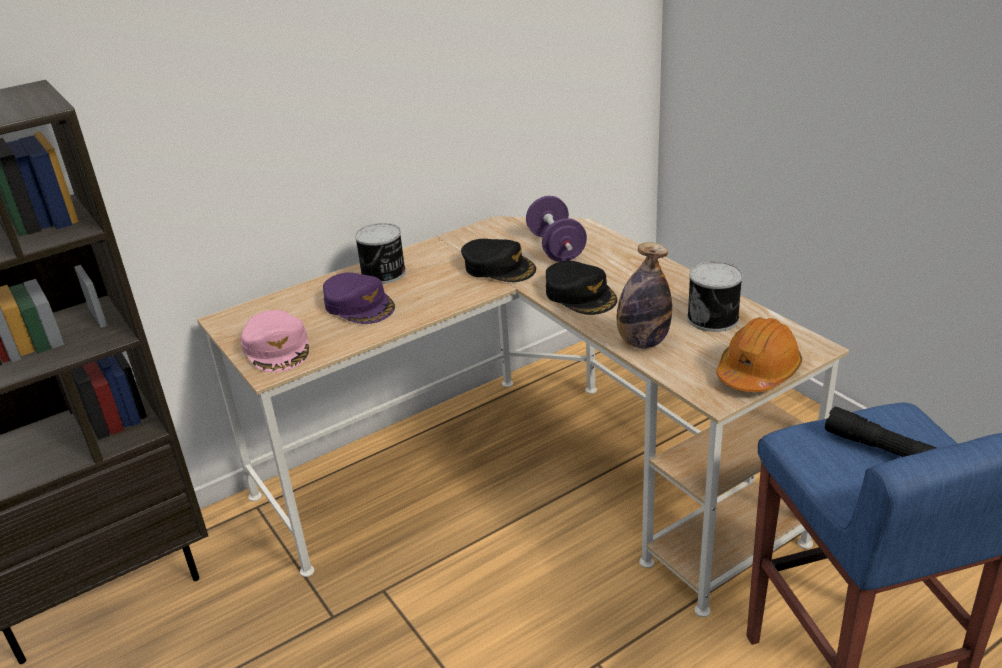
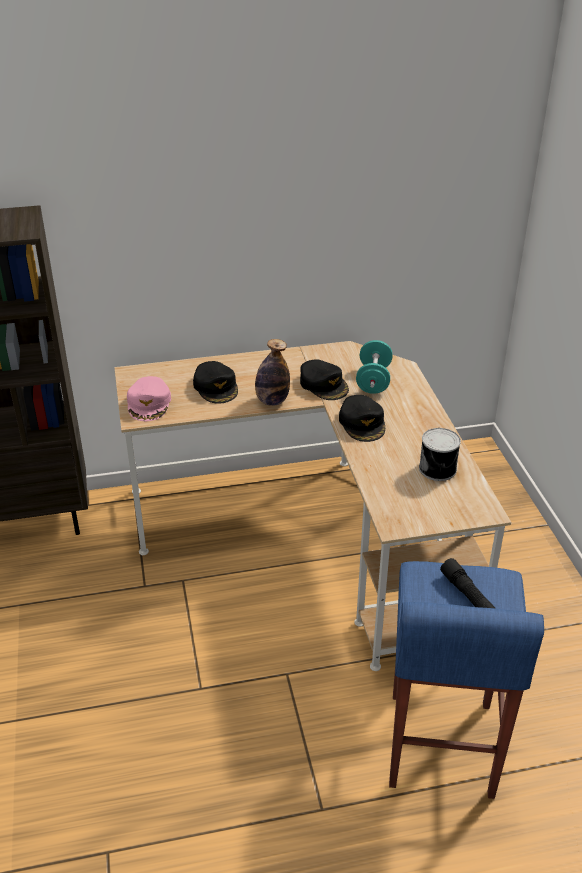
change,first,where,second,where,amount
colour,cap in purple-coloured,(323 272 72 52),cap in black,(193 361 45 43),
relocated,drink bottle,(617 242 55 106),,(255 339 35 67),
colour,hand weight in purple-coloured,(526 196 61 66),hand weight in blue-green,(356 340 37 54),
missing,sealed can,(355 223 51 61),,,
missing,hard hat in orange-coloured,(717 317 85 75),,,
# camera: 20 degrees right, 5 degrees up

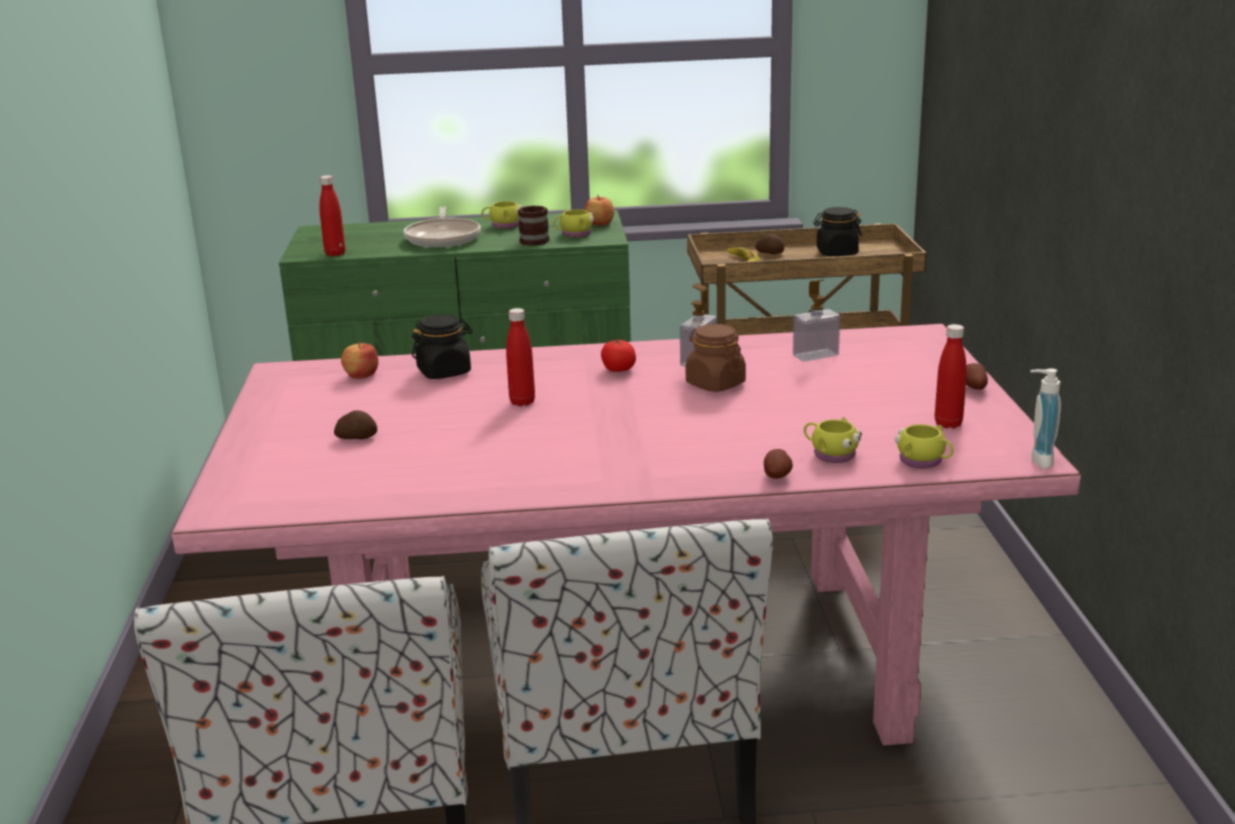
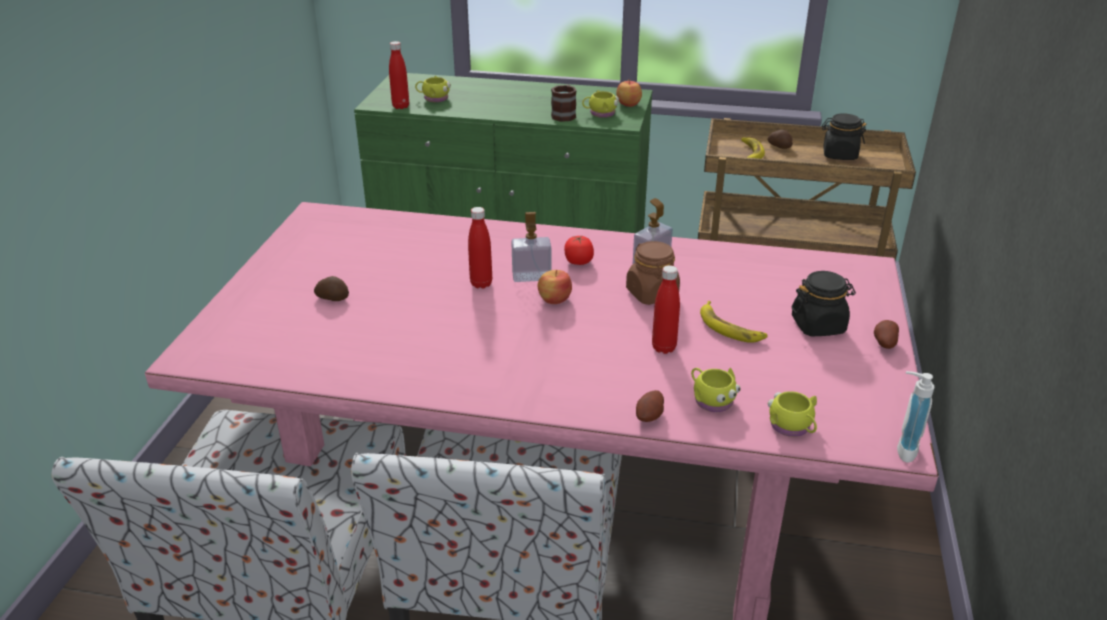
change,first,where,second,where,amount
relocated,coffee mug in yellow,(481 201 41 28),,(415 76 36 26),
relocated,liquid soap bottle,(793 280 47 82),,(511 212 40 70),
relocated,apple fruit,(341 341 37 38),,(538 270 34 34),
relocated,drink bottle in reddish,(935 324 32 104),,(652 265 28 89),
appeared,,,banana fruit,(700 301 68 42),
relocated,preserve jar in black,(412 314 60 65),,(792 271 64 65),
missing,frying pan,(403 207 78 40),,,
# camera: 15 degrees right, 10 degrees up

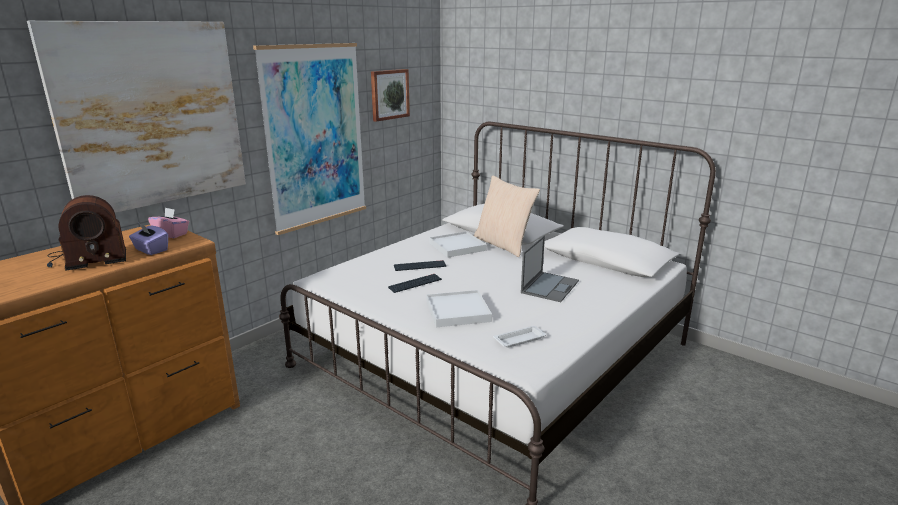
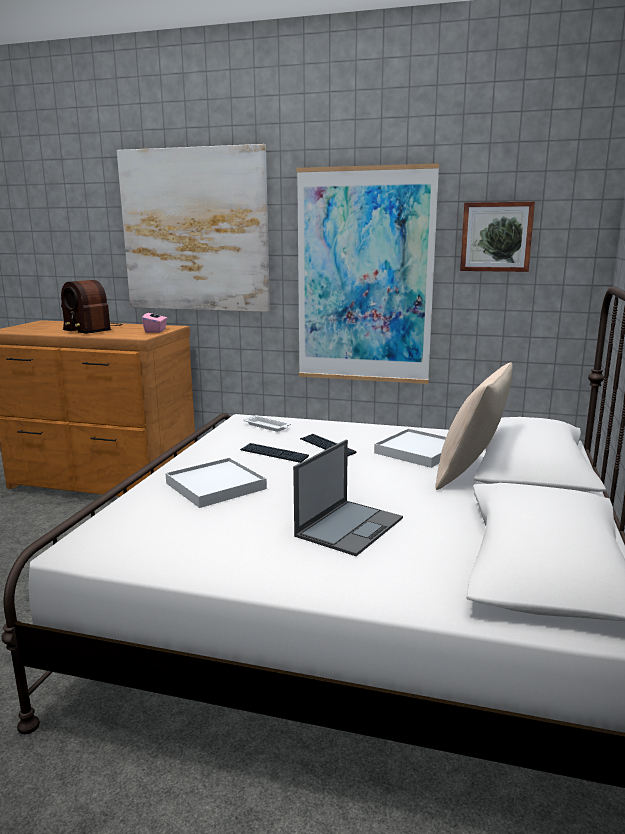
change,first,where,second,where,amount
relocated,carrying tray in white-coloured,(493 326 53 22),,(244 415 47 17),
spun,notebook computer,(521 235 58 67),,(293 440 110 116),60 degrees counterclockwise
missing,box of tissues in purple-coloured,(129 224 39 31),,,
# camera: 65 degrees right, 5 degrees down

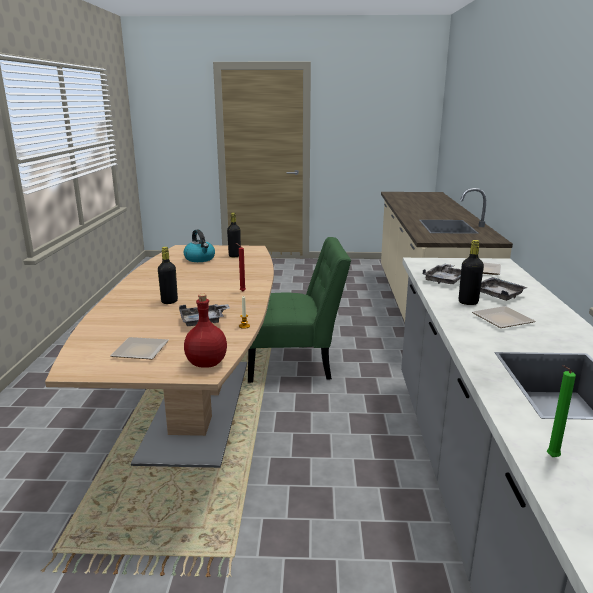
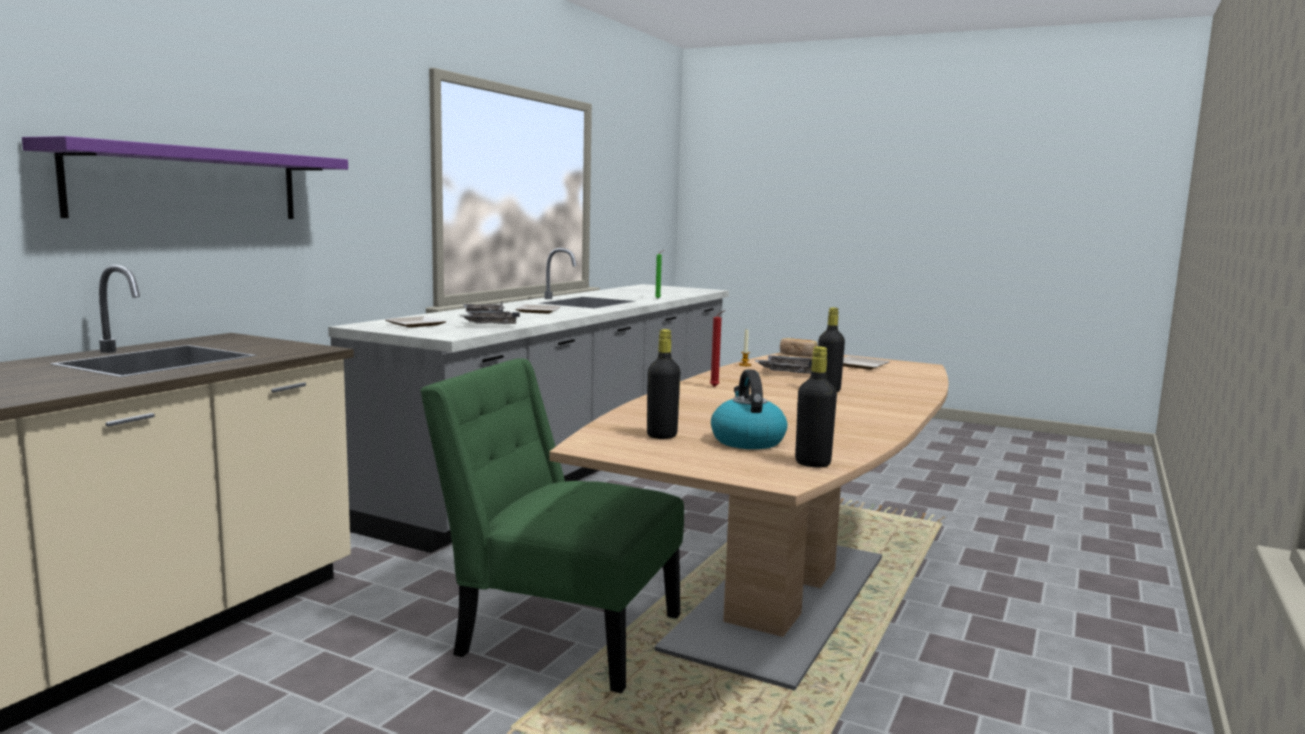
change,first,where,second,where,amount
appeared,,,bracket shelf in purple-coloured,(22 136 326 83),
exchanged,drink bottle in reddish,(184 294 43 74),bakery bread,(780 338 38 19),
relocated,drink bottle in black,(459 240 25 65),,(795 346 42 121),
# camera: 155 degrees left, 10 degrees down

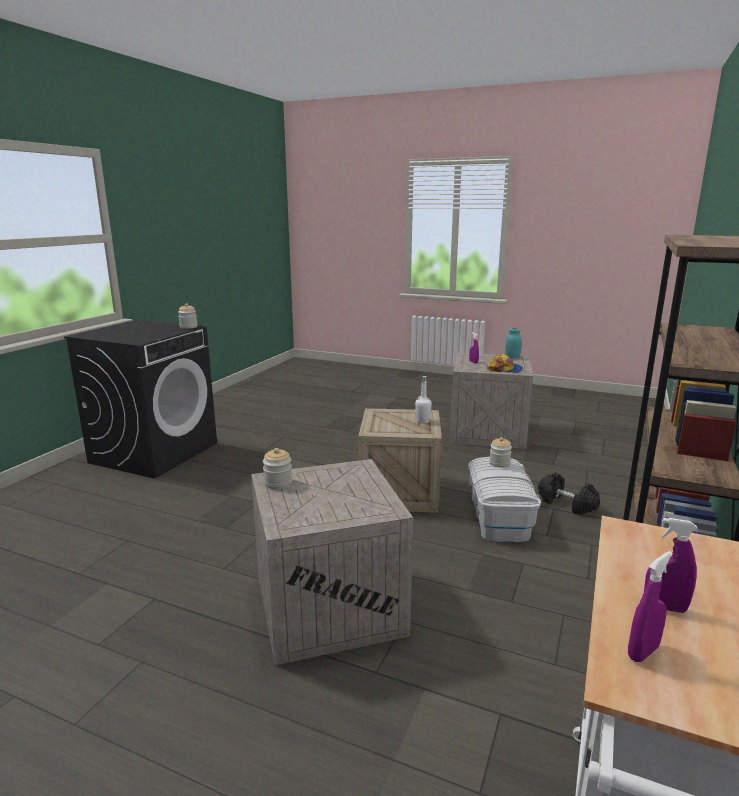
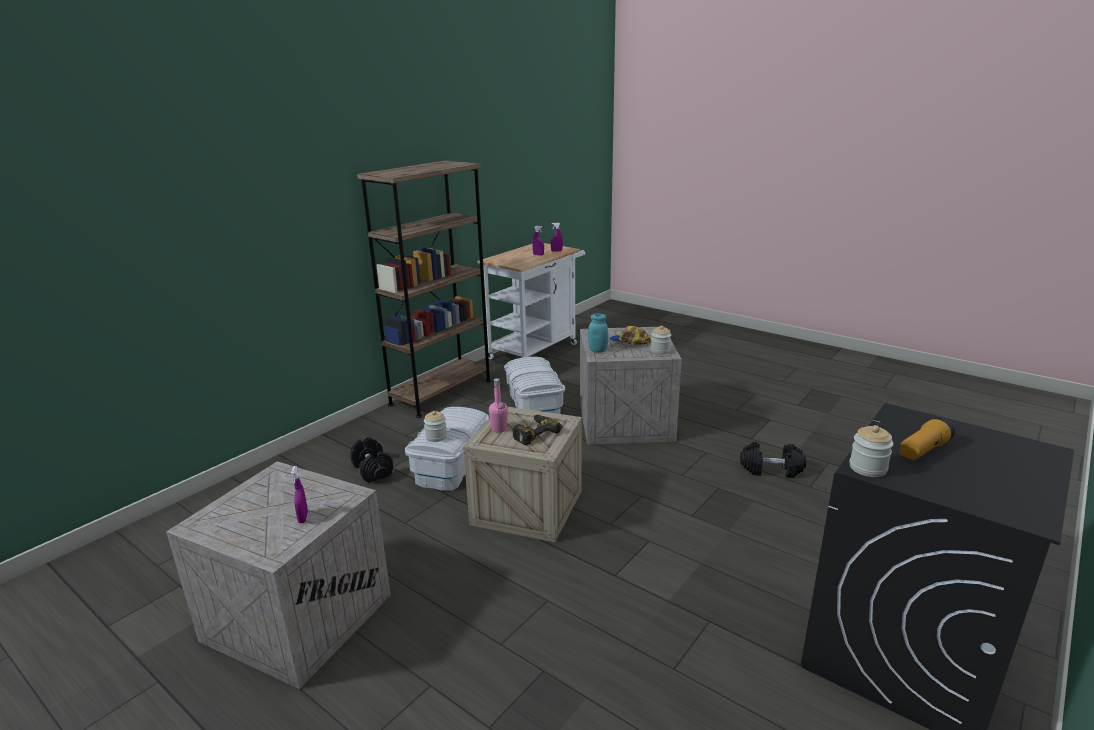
change,first,where,second,where,amount
colour,drink bottle in white-coloured,(415 376 17 48),drink bottle in pink,(489 378 19 54),
appeared,,,storage bin in white-coloured,(504 357 61 57),
appeared,,,power drill,(513 415 49 30),
relocated,preserve jar in blue-green,(505 328 17 31),,(588 314 20 39),
relocated,cap,(487 354 36 19),,(609 326 42 19),
appeared,,,hand weight in black,(740 442 66 36),
appeared,,,torch,(899 417 56 43),
# camera: 165 degrees left, 5 degrees up

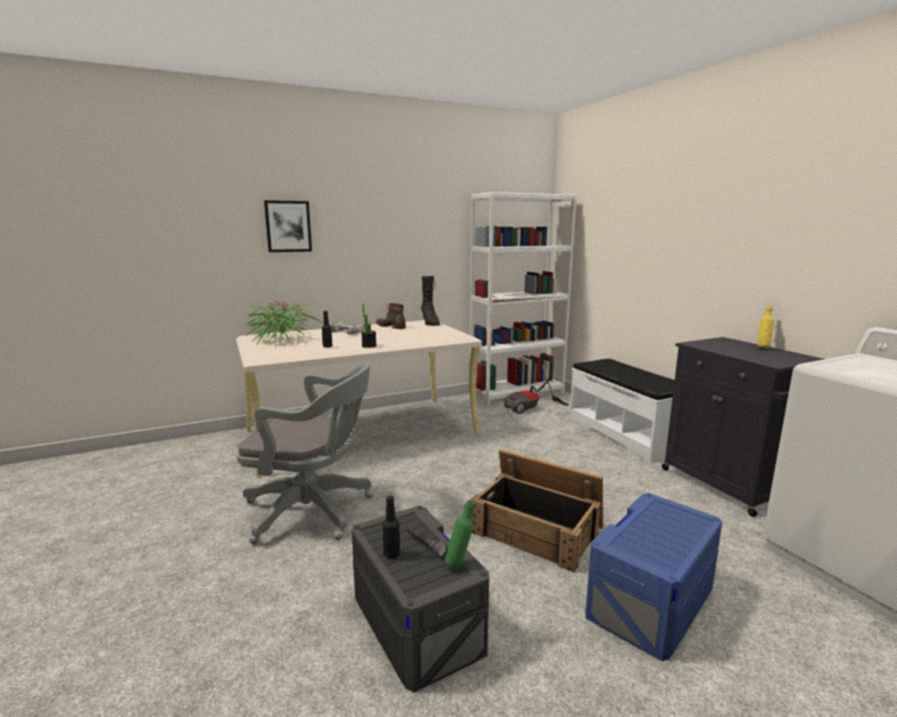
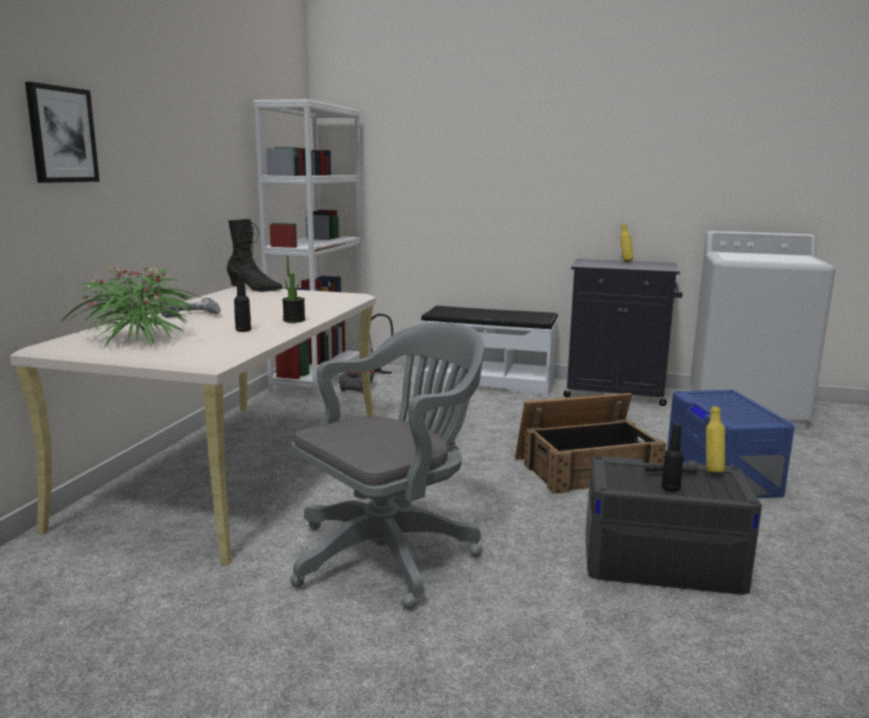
change,first,where,second,where,amount
colour,drink bottle in green-coloured,(445 500 30 69),drink bottle in yellow,(706 406 19 67),
missing,high-top boot,(376 303 30 26),,,
# camera: 50 degrees left, 0 degrees up

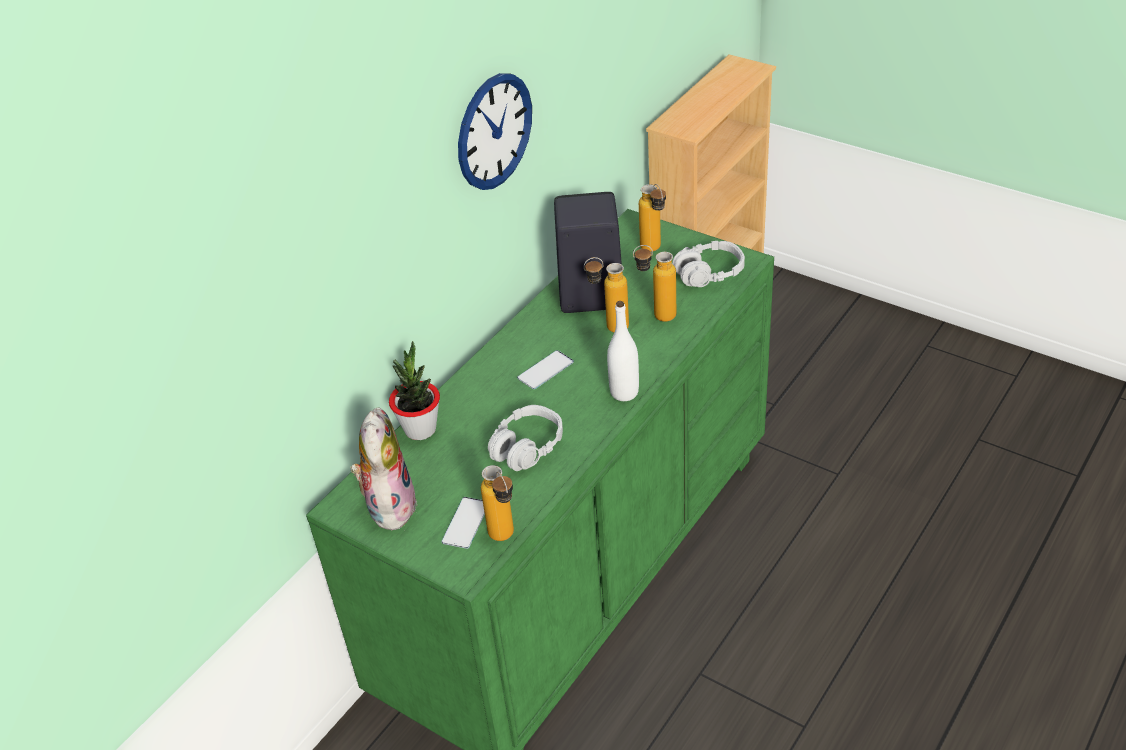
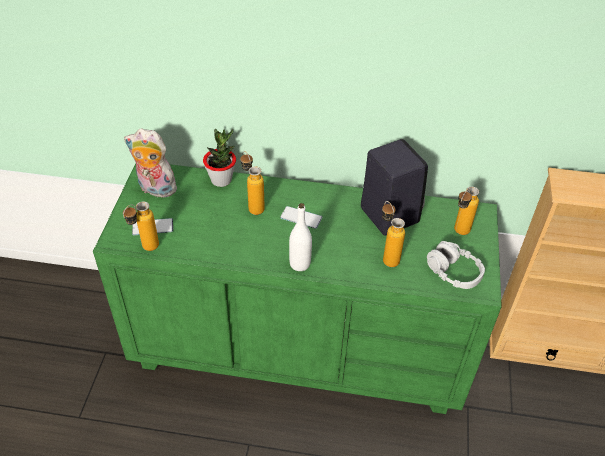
change,first,where,second,where,amount
spun,soft toy,(351 407 66 123),,(124 128 53 69),135 degrees counterclockwise
relocated,drink bottle,(584 257 45 75),,(240 151 25 64),
missing,wall clock,(458 73 74 117),,,
missing,headphones in gray,(488 405 75 66),,,
# camera: 60 degrees right, 5 degrees up

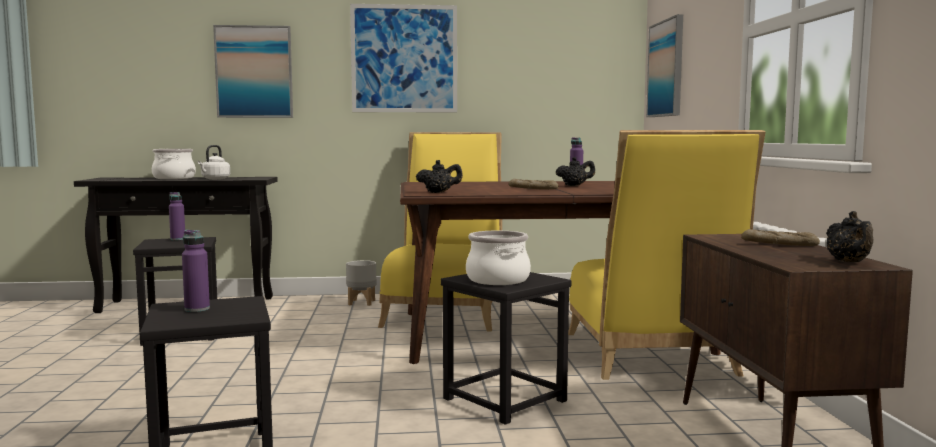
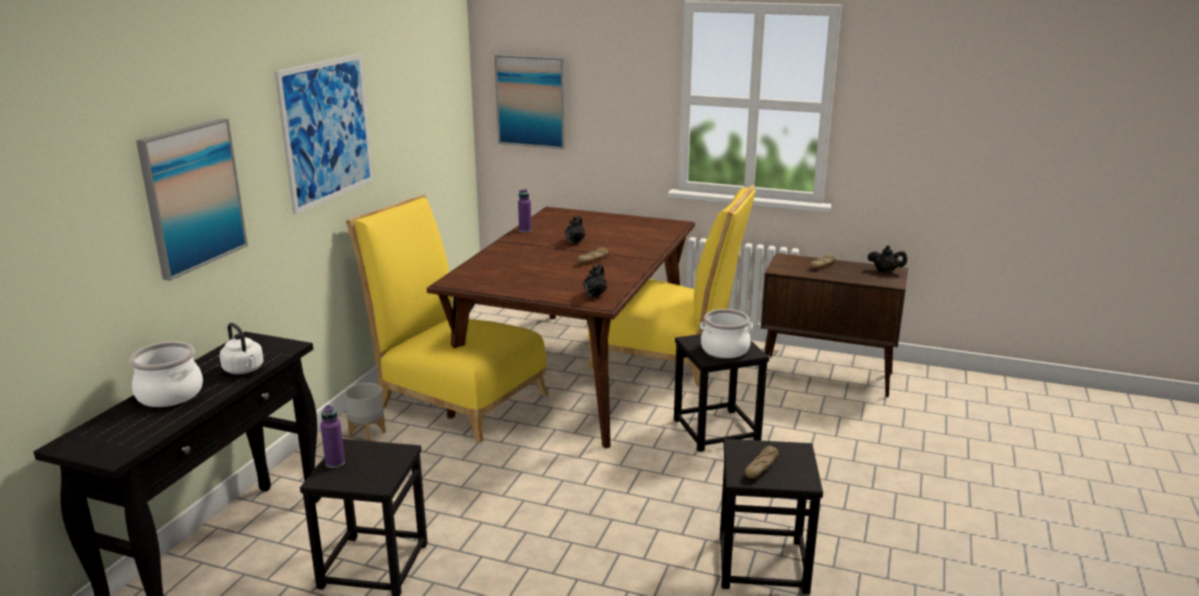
change,first,where,second,where,amount
exchanged,drink bottle in purple-coloured,(182 230 28 82),bakery bread,(745 446 33 33),
# camera: 65 degrees left, 15 degrees up

